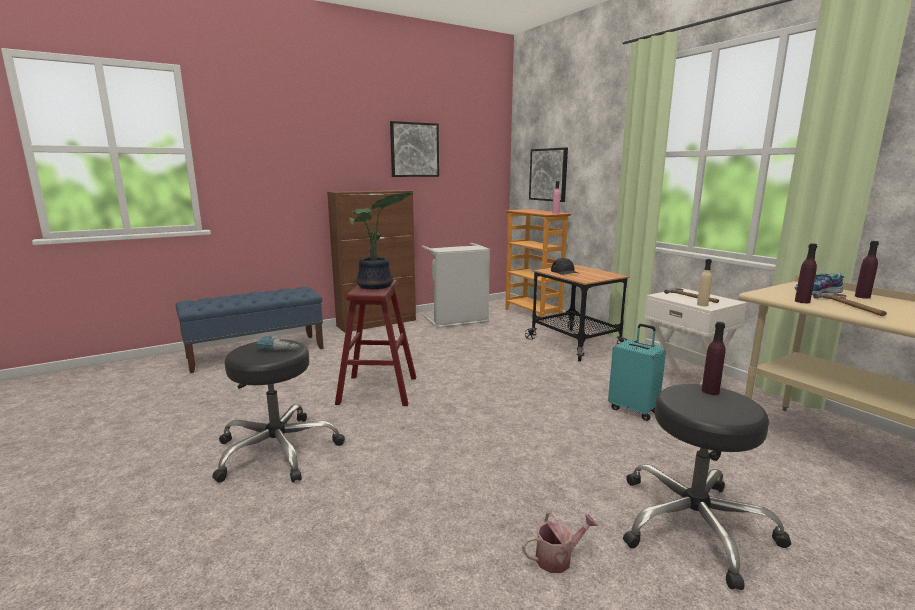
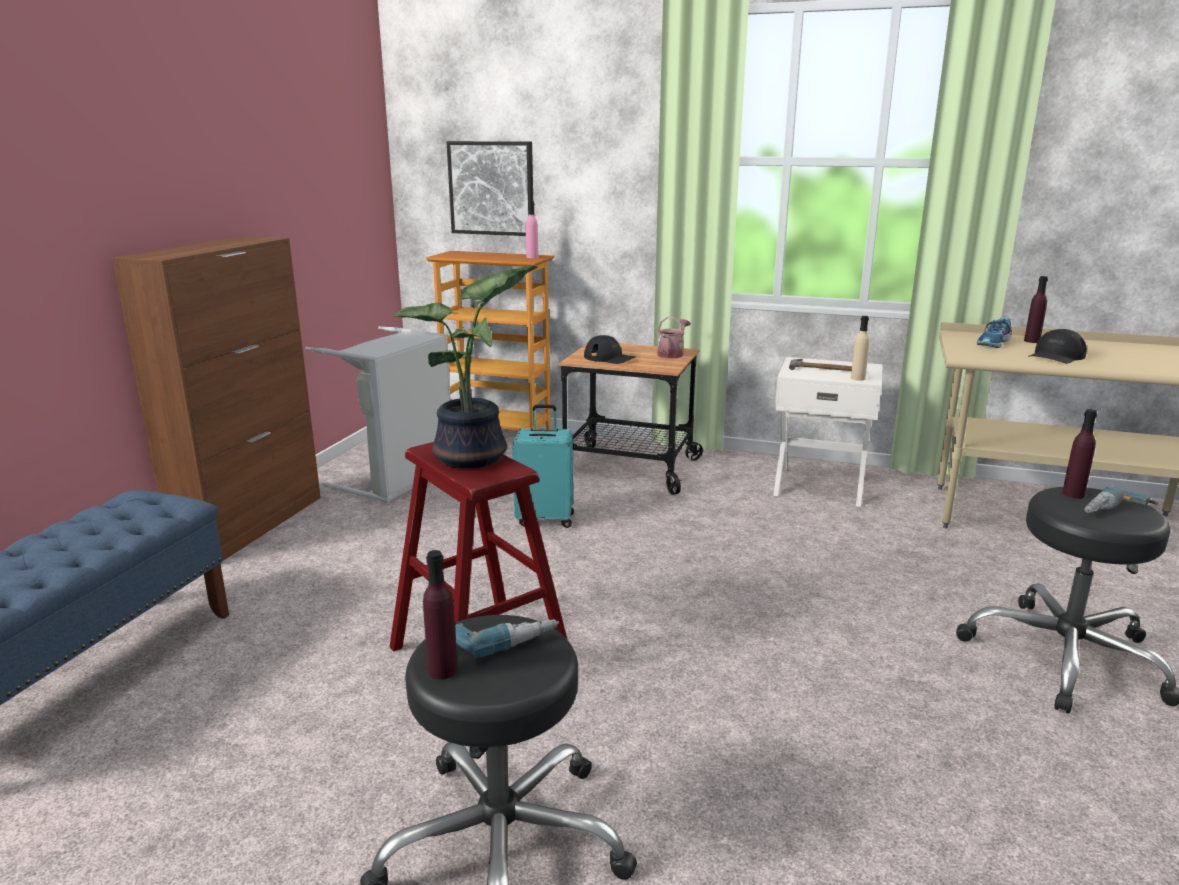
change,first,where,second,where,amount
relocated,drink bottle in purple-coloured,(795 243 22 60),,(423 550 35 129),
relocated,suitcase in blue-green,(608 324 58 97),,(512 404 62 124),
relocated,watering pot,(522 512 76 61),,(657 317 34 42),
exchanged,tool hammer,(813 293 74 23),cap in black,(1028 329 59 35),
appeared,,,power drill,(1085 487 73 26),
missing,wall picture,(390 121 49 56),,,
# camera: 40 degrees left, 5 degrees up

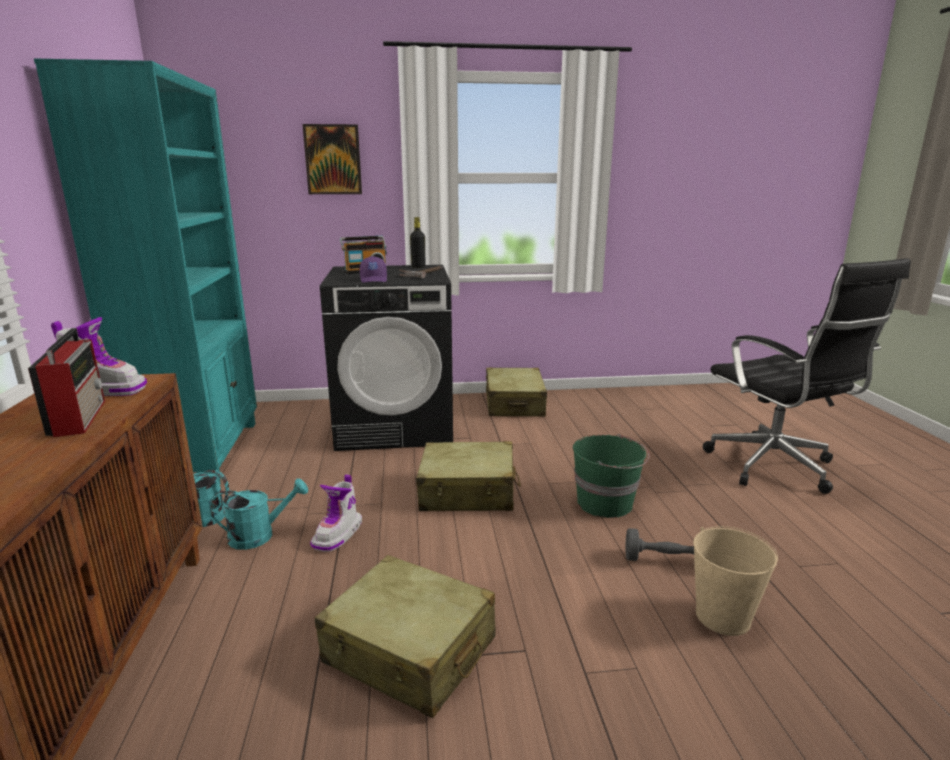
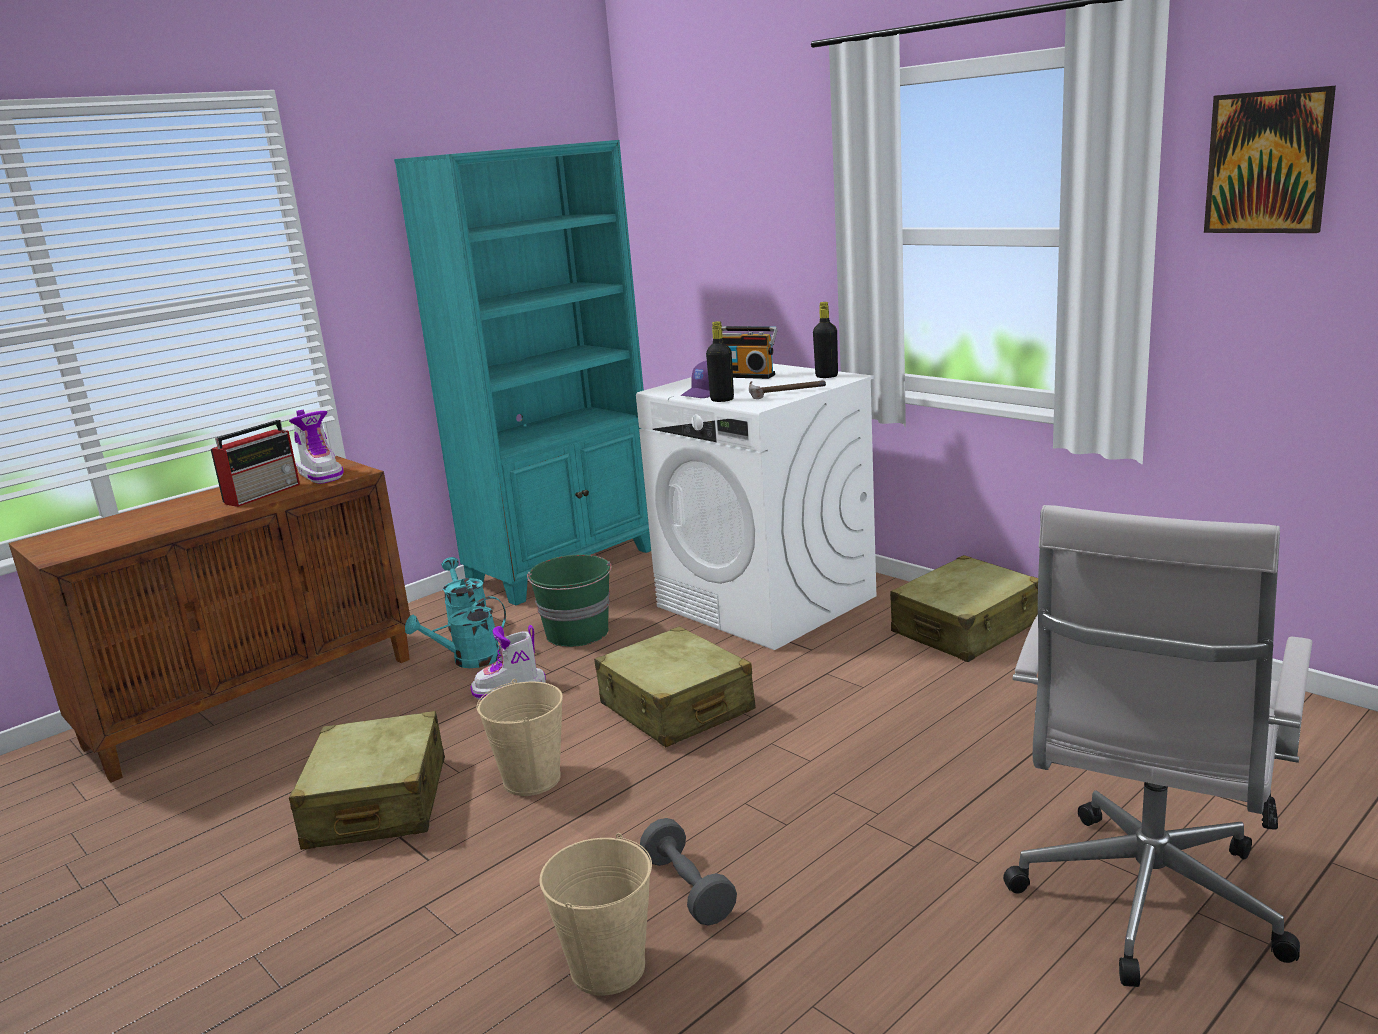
change,first,where,second,where,amount
spun,watering pot in blue-green,(210 478 98 72),,(405 596 101 72),120 degrees clockwise
appeared,,,pail in sand-coloured,(477 679 86 117),
relocated,pail in green-coloured,(573 434 77 84),,(527 554 85 93),
colour,laundry appliance in black,(320 265 133 186),laundry appliance in white-coloured,(636 364 240 286),
appeared,,,drink bottle in black,(706 321 28 81),
colour,computer chair in black,(703 258 208 236),computer chair in white-coloured,(1003 505 310 482),
relocated,wall picture,(302 124 60 70),,(1204 86 132 147),
# camera: 55 degrees right, 0 degrees up

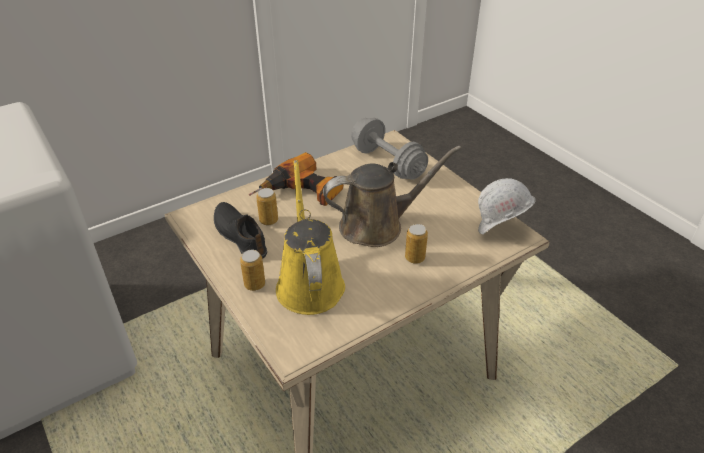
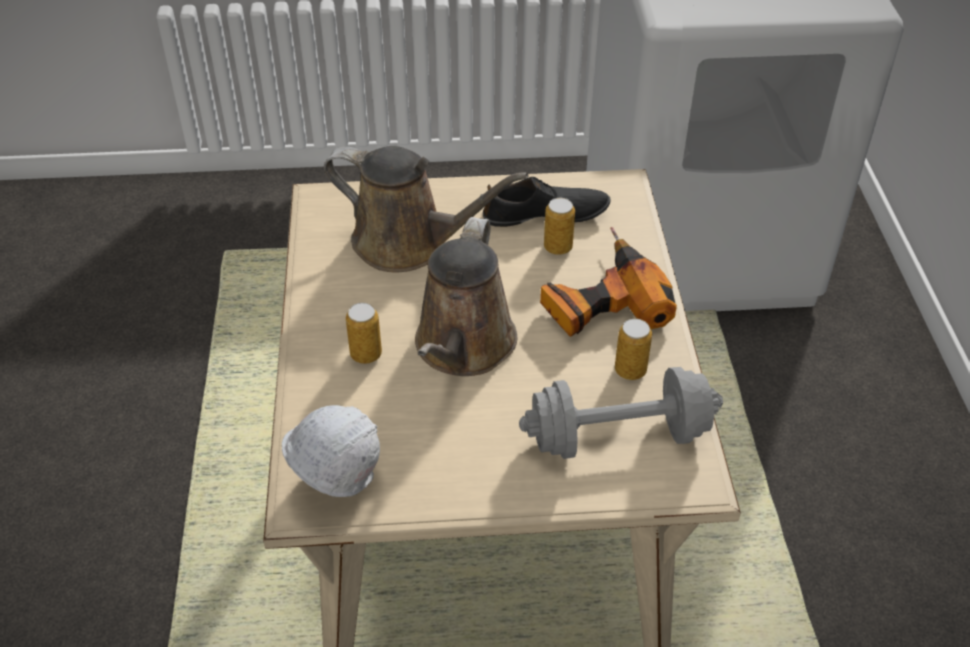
change,first,where,second,where,amount
colour,watering pot in yellow,(276 160 69 155),watering pot in brown-coloured,(324 146 205 126),
relocated,sealed can,(240 250 25 41),,(615 318 37 62),
# camera: 120 degrees right, 5 degrees up

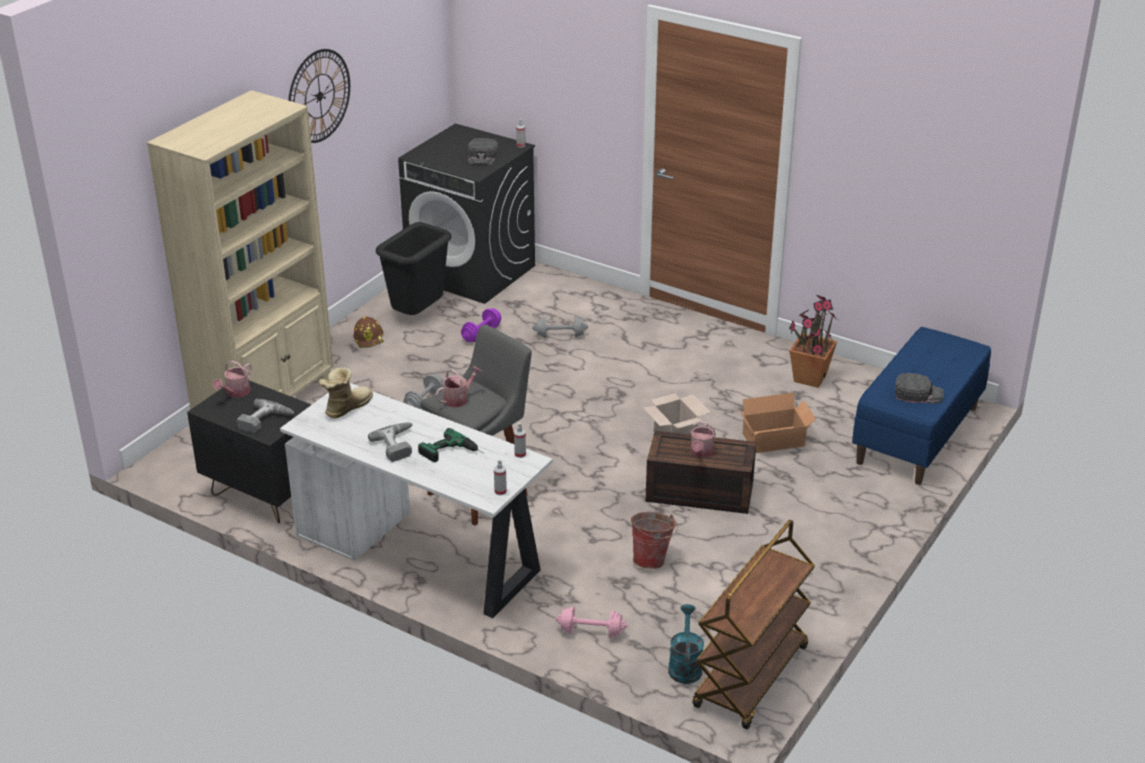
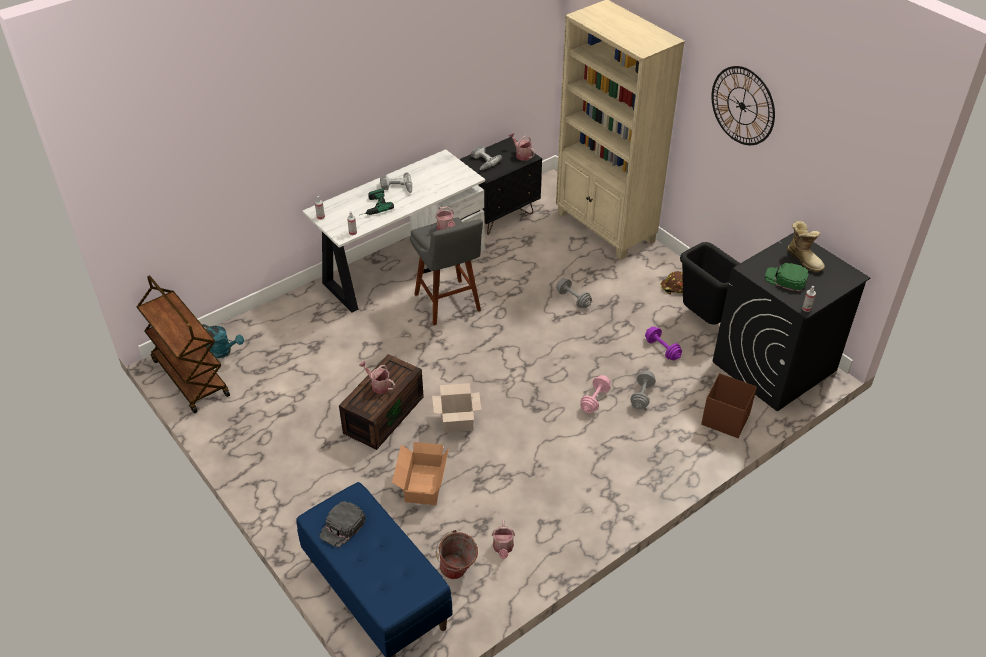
change,first,where,second,where,amount
relocated,pail,(631 512 47 57),,(436 530 42 49),
exchanged,houseplant,(789 294 48 94),watering pot,(492 520 23 39),
relocated,hand weight in pink,(556 607 72 31),,(580 375 31 38),
appeared,,,storage bin in brown-coloured,(701 373 56 65),
colour,cap in black,(468 138 30 27),cap in green-coloured,(765 263 44 29),
relocated,high-top boot,(318 367 55 51),,(787 221 38 52),
# camera: 110 degrees right, 10 degrees up

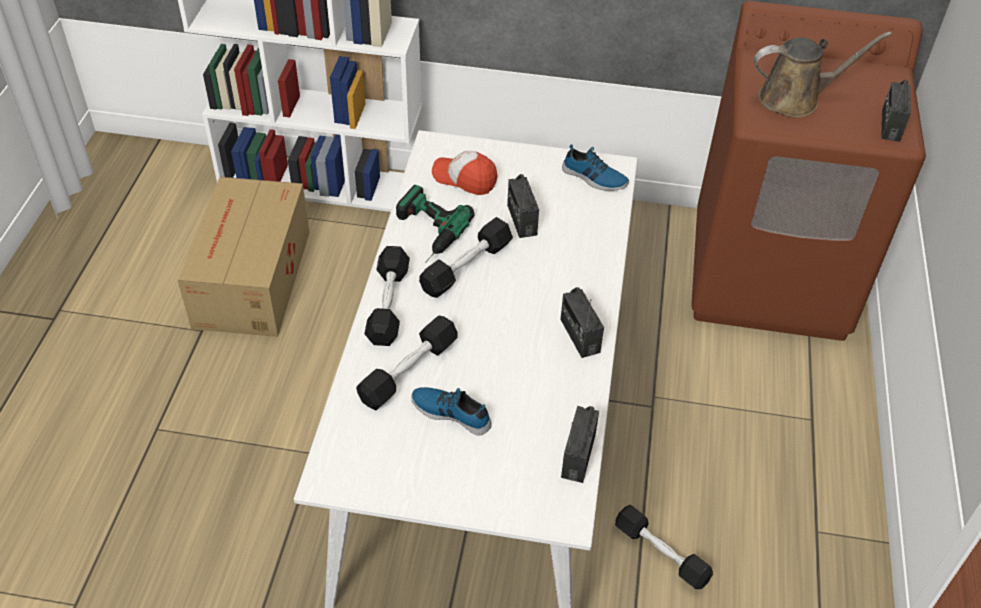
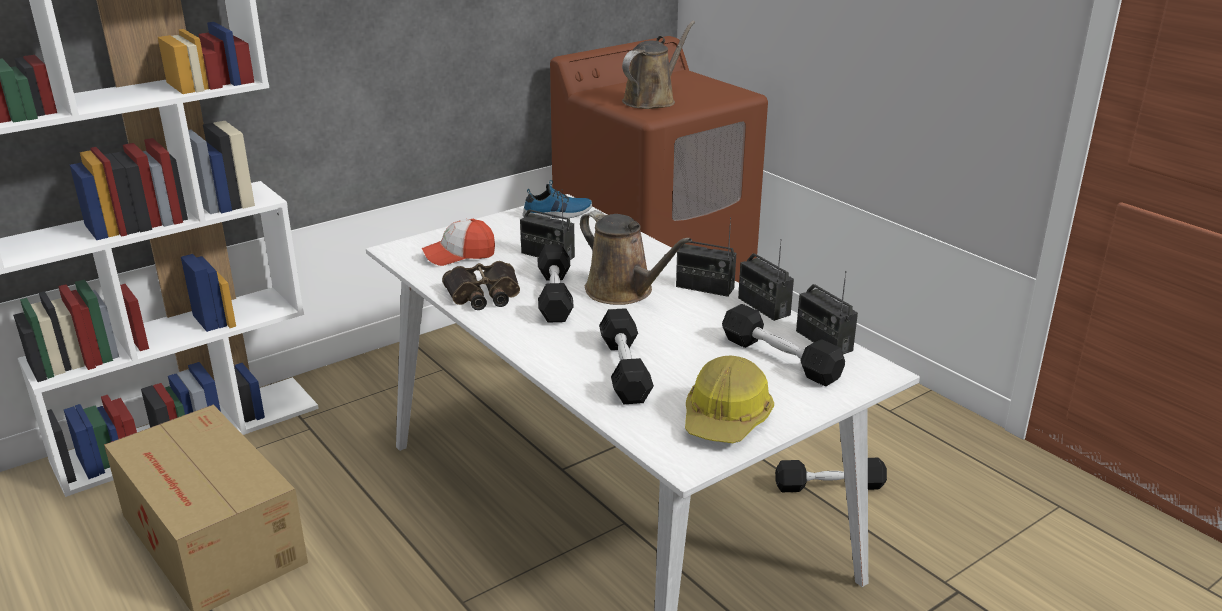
change,first,where,second,where,amount
exchanged,power drill,(396 185 78 78),binoculars,(442 261 78 49),
appeared,,,watering pot in brown-coloured,(580 210 112 95),
appeared,,,hard hat,(685 356 89 87),
relocated,hand weight in black,(364 246 46 100),,(722 304 123 82),
relocated,radio set,(881 76 30 66),,(738 239 56 82),
missing,low shoe,(411 387 81 49),,,
# camera: 45 degrees left, 20 degrees down

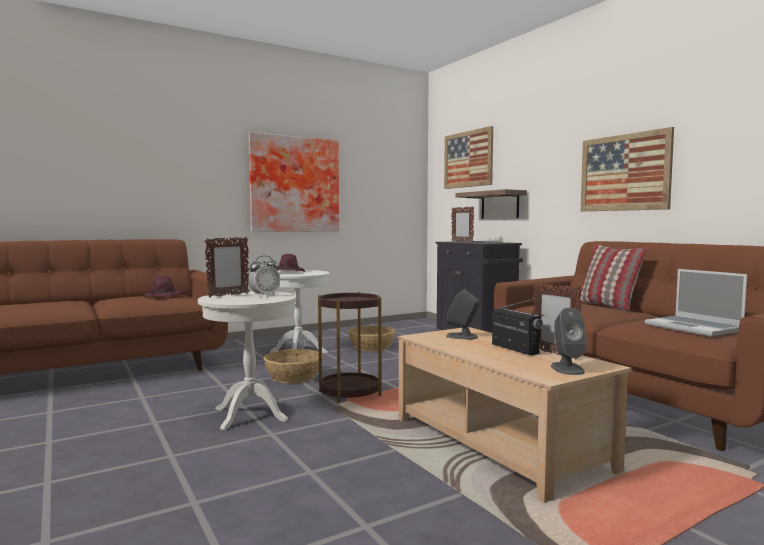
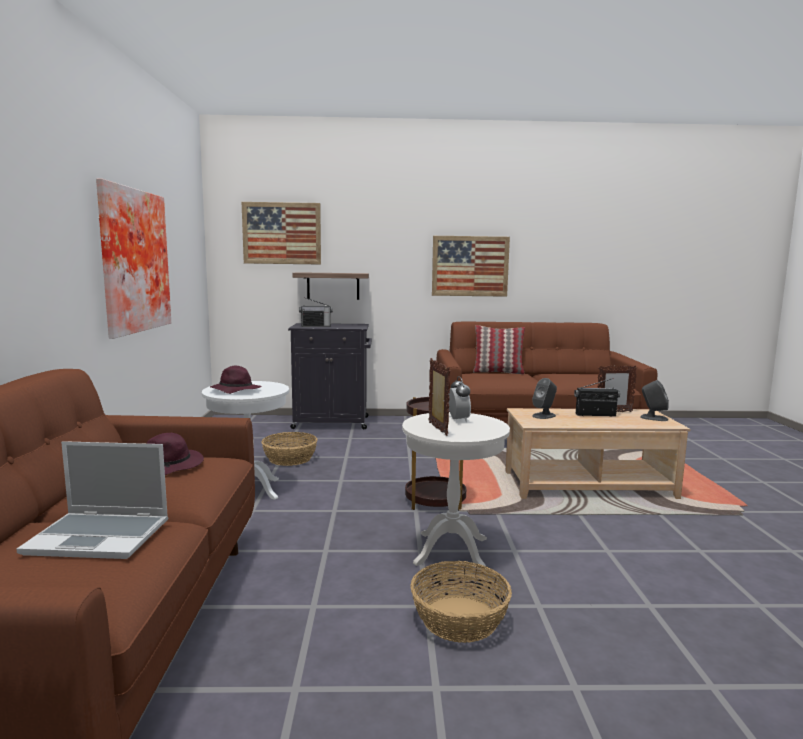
change,first,where,second,where,amount
relocated,notebook computer,(645 269 102 68),,(16 441 152 118),
exchanged,standing frame,(451 206 23 36),radio set,(299 297 34 30),
relocated,basket,(264 349 59 34),,(411 561 101 82),
# camera: 60 degrees left, 5 degrees up

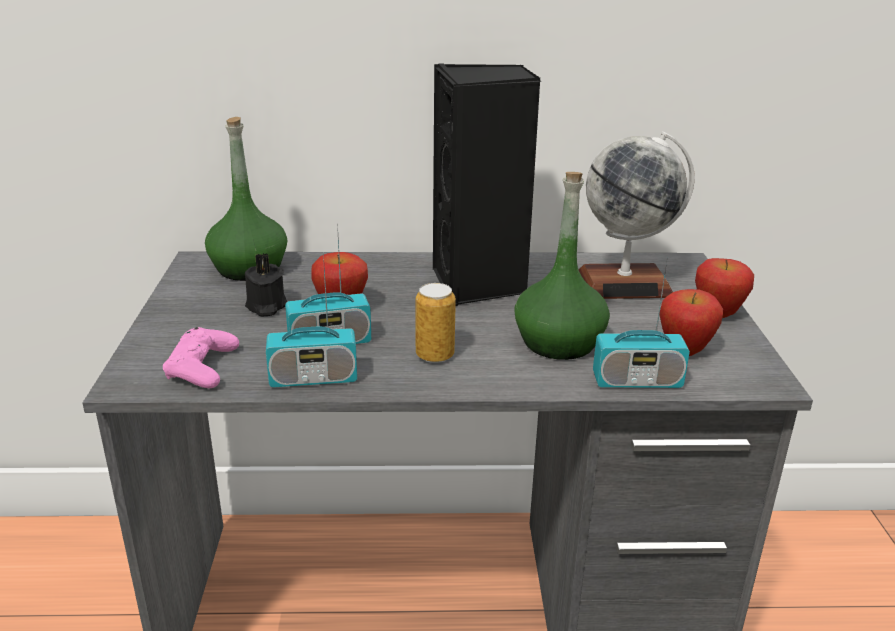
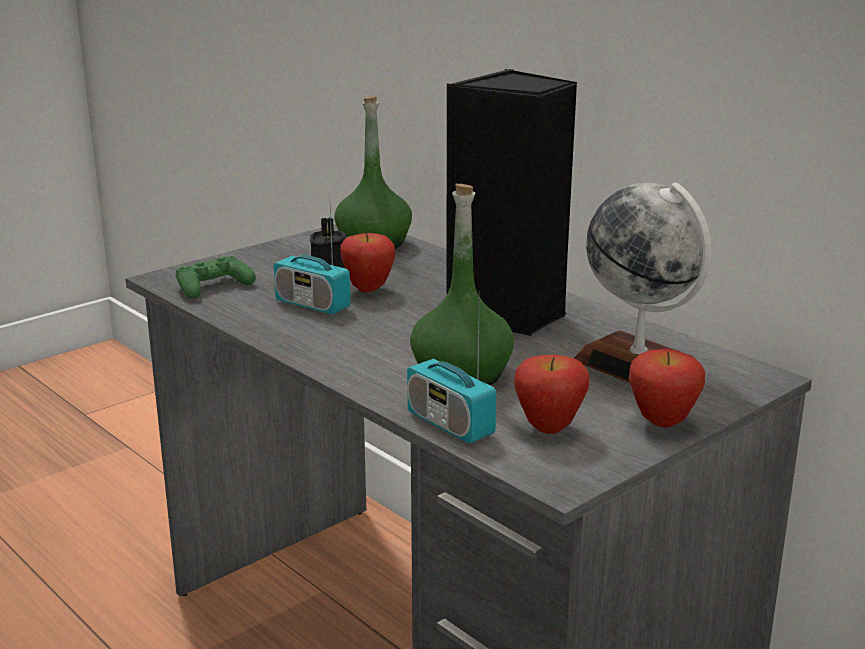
change,first,where,second,where,amount
colour,joypad in pink,(163 327 76 61),joypad in green-coloured,(176 256 80 43),
missing,radio set,(266 253 91 134),,,
missing,sealed can,(415 283 41 80),,,
# camera: 50 degrees right, 5 degrees down

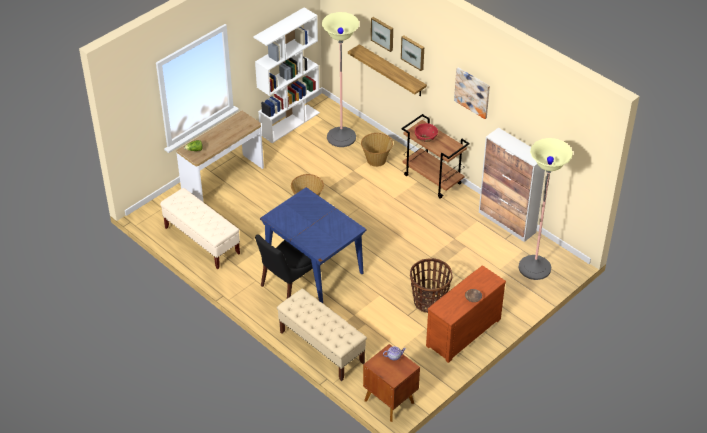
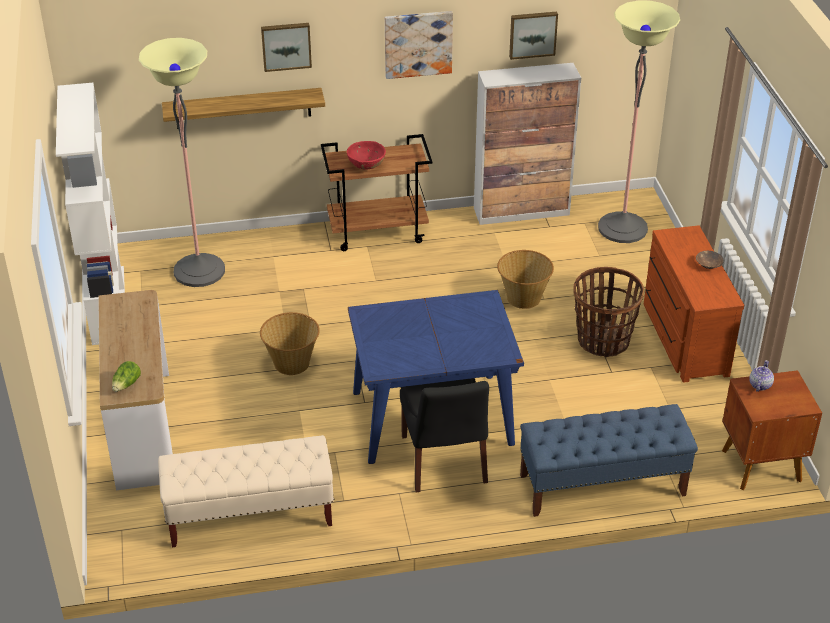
change,first,where,second,where,amount
relocated,basket,(361 133 32 34),,(497 250 57 59),
relocated,wall picture,(371 17 22 35),,(509 12 49 48),
colour,bench in sand-coloured,(277 288 90 93),bench in blue-coloured,(520 404 178 113),
# camera: 55 degrees left, 5 degrees down

